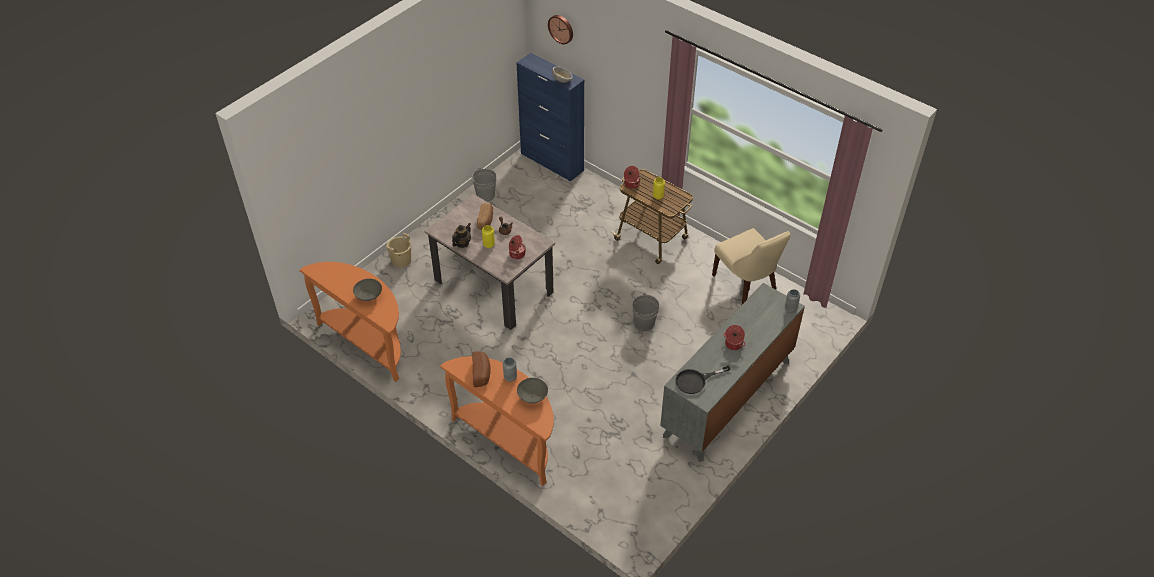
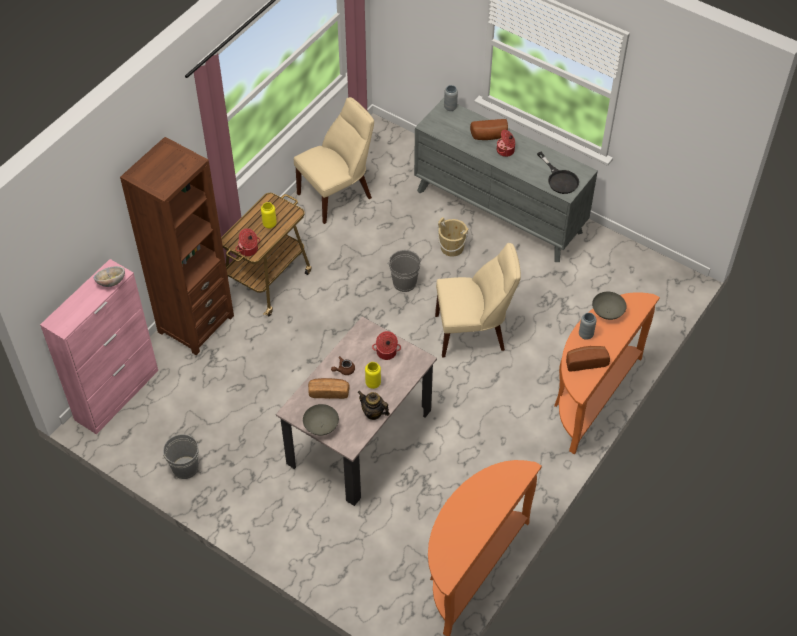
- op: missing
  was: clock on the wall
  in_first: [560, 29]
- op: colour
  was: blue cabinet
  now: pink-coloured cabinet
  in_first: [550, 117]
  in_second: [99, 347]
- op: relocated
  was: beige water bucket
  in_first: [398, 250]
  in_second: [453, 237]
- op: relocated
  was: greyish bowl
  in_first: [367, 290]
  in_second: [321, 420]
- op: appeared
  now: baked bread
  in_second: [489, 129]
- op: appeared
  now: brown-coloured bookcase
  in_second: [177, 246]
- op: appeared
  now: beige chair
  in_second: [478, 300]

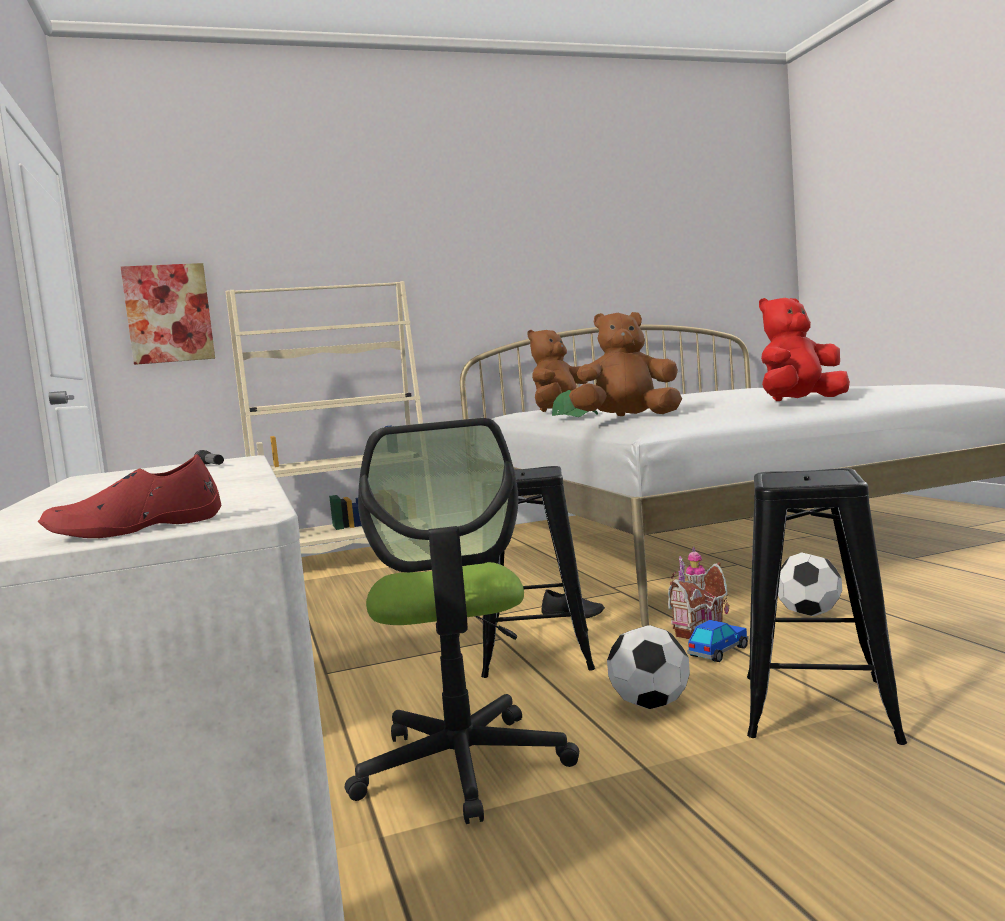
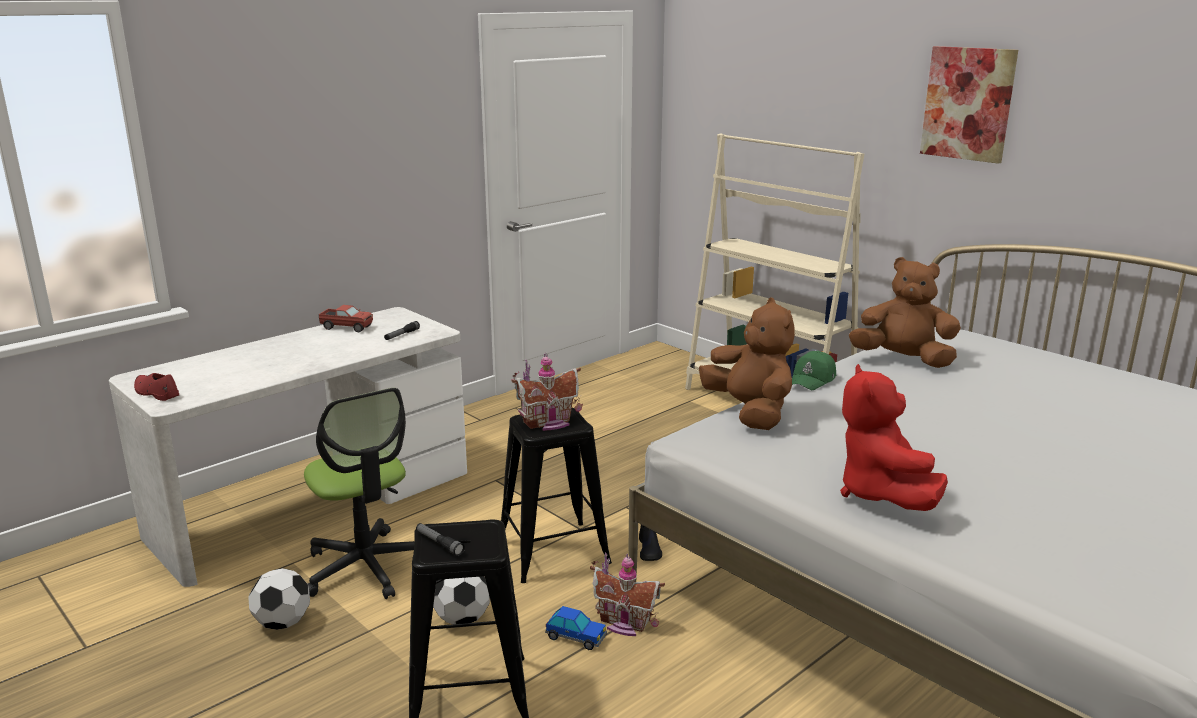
- op: relocated
  was: wall art
  in_first: [168, 314]
  in_second: [969, 105]
- op: spun
  was: red-coloured cuddly toy
  in_first: [804, 349]
  in_second: [894, 437]
  clockwise: -135
- op: spun
  was: computer chair
  in_first: [462, 621]
  in_second: [359, 493]
  clockwise: -90
- op: relocated
  was: football ball
  in_first: [810, 584]
  in_second: [279, 599]
- op: appeared
  now: toy truck
  in_second: [346, 318]
- op: appeared
  now: miniature house
  in_second: [546, 391]
- op: appeared
  now: flashlight
  in_second: [440, 539]

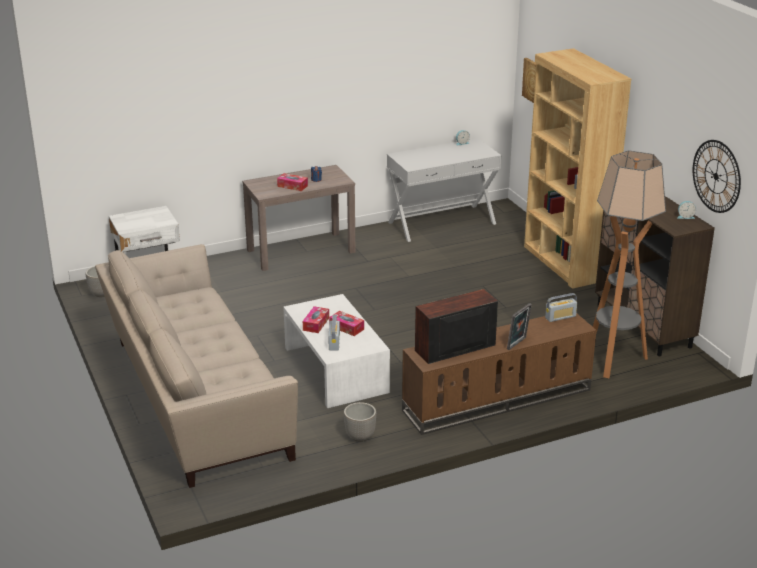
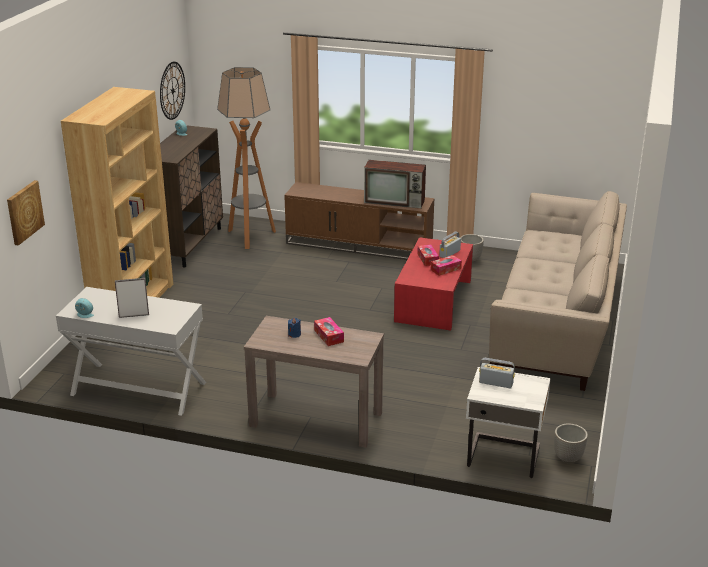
- op: relocated
  was: radio
  in_first: [561, 307]
  in_second: [497, 373]
- op: colour
  was: white lounge table
  now: red-coloured lounge table
  in_first: [336, 351]
  in_second: [433, 284]
- op: relocated
  was: photo frame
  in_first: [519, 326]
  in_second: [132, 298]

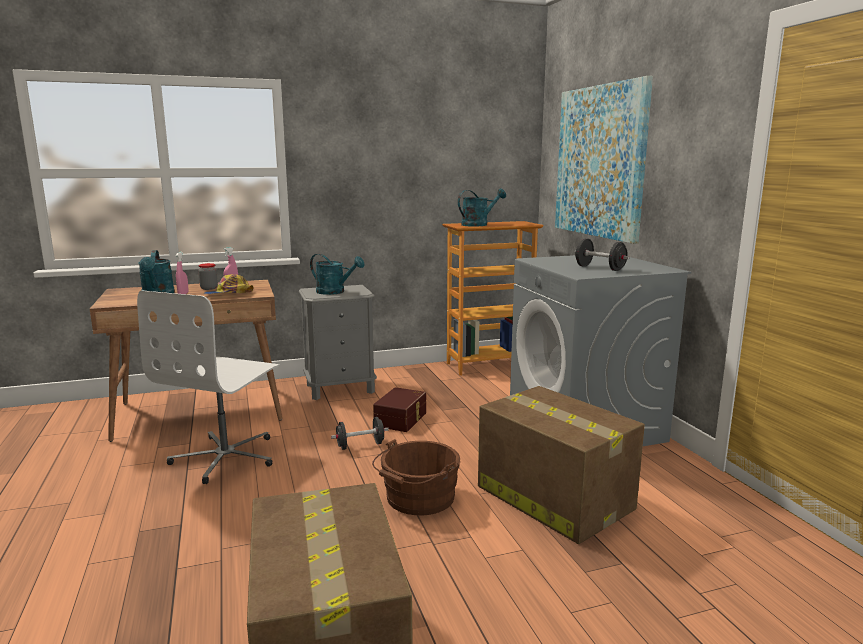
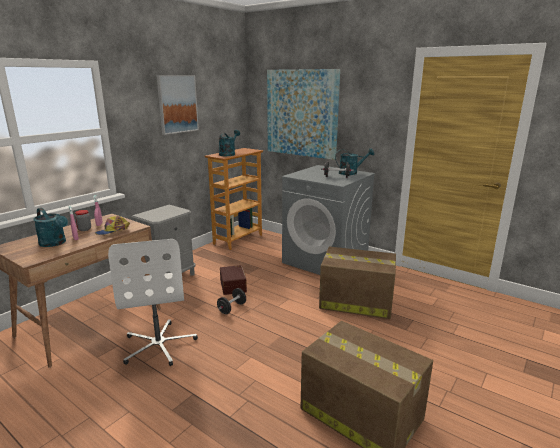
- op: relocated
  was: turquoise-coloured watering can
  in_first: [337, 274]
  in_second: [354, 161]
- op: missing
  was: brown-coloured water bucket
  in_first: [416, 477]
- op: appeared
  now: wall art
  in_second: [177, 105]

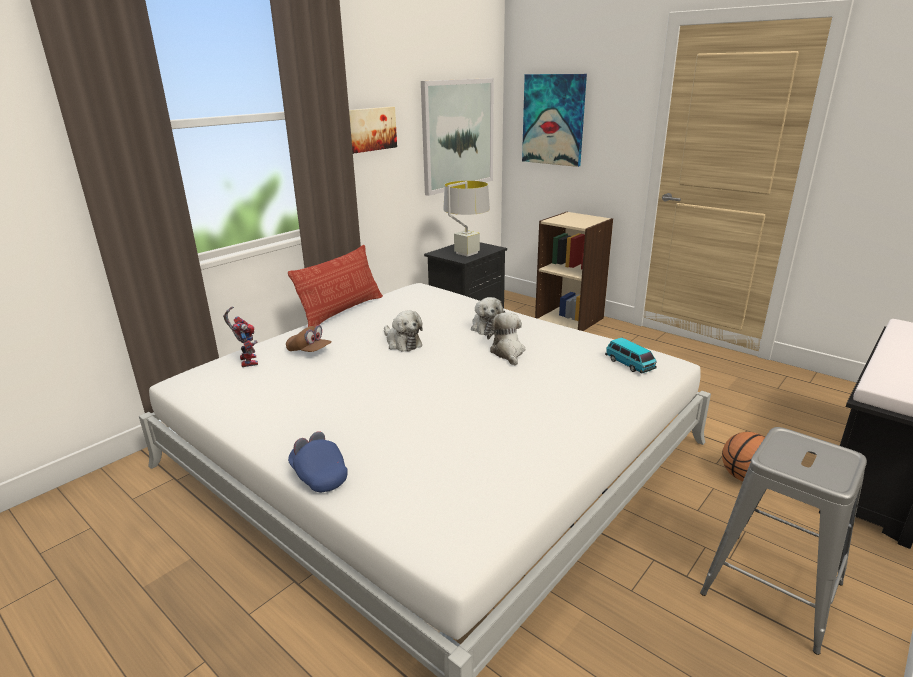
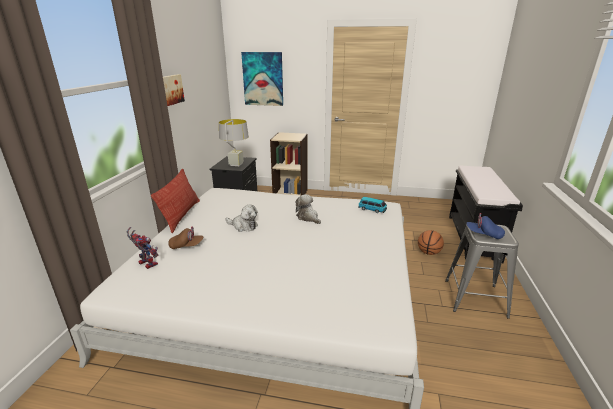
- op: missing
  was: wall art
  in_first: [457, 137]
- op: missing
  was: cuddly toy
  in_first: [488, 316]
- op: relocated
  was: blue cap
  in_first: [318, 461]
  in_second: [485, 226]

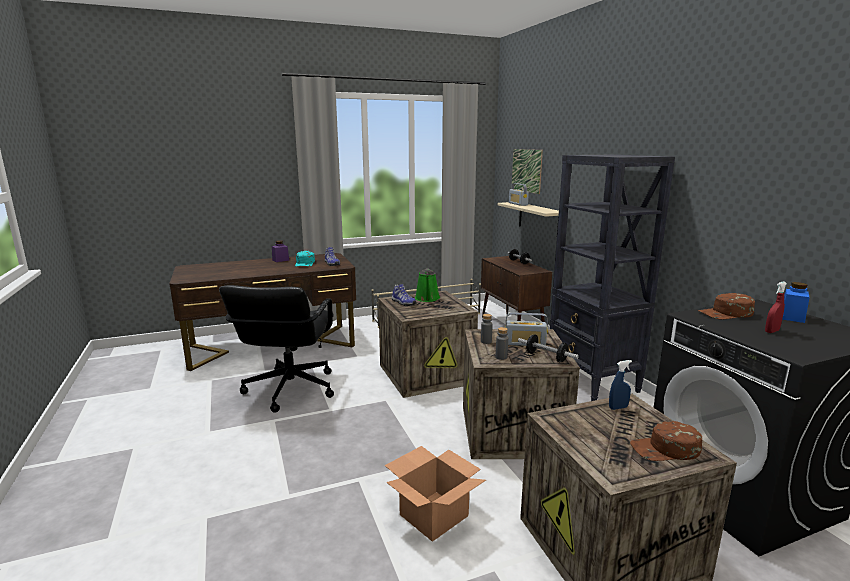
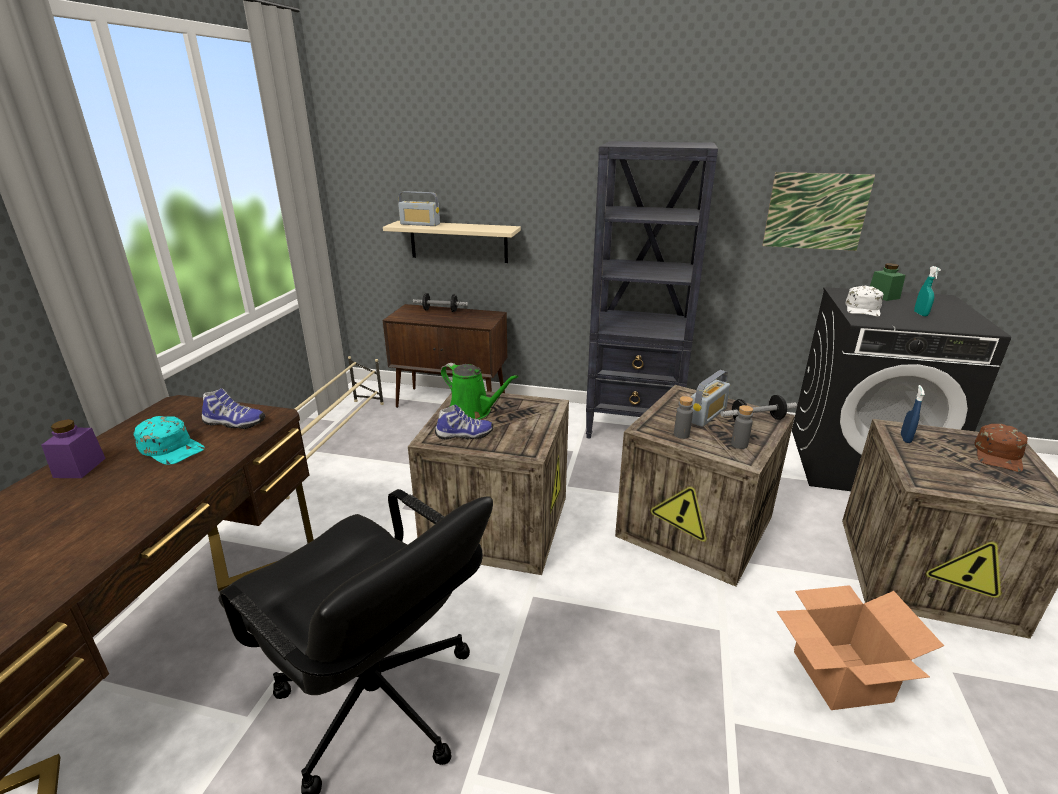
- op: relocated
  was: wall art
  in_first: [527, 171]
  in_second: [818, 211]
- op: colour
  was: red-coloured sprayer
  now: turquoise-coloured sprayer
  in_first: [776, 307]
  in_second: [927, 291]
- op: colour
  was: blue preserve jar
  now: greenish preserve jar
  in_first: [796, 302]
  in_second: [887, 282]
- op: colour
  was: brown-coloured cap
  now: white cap
  in_first: [726, 306]
  in_second: [864, 301]

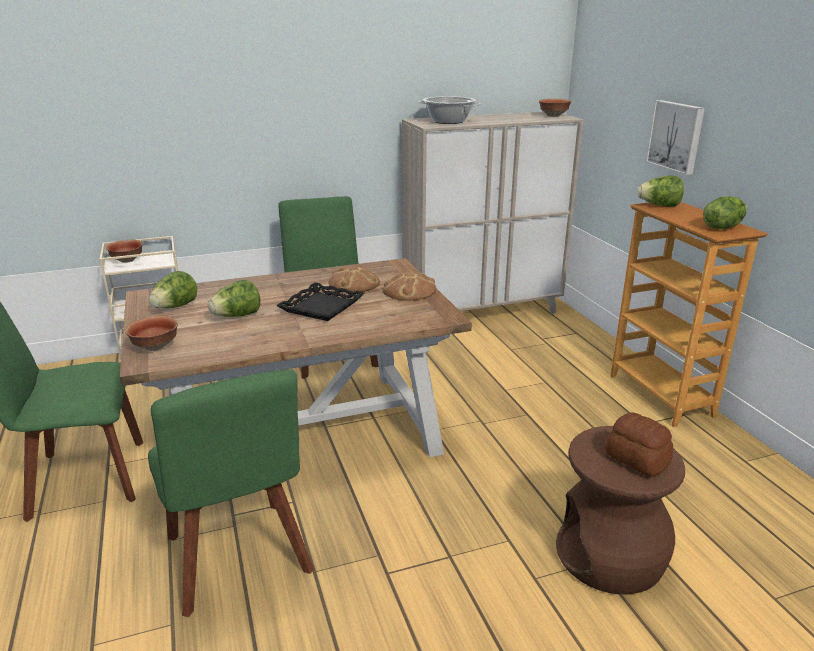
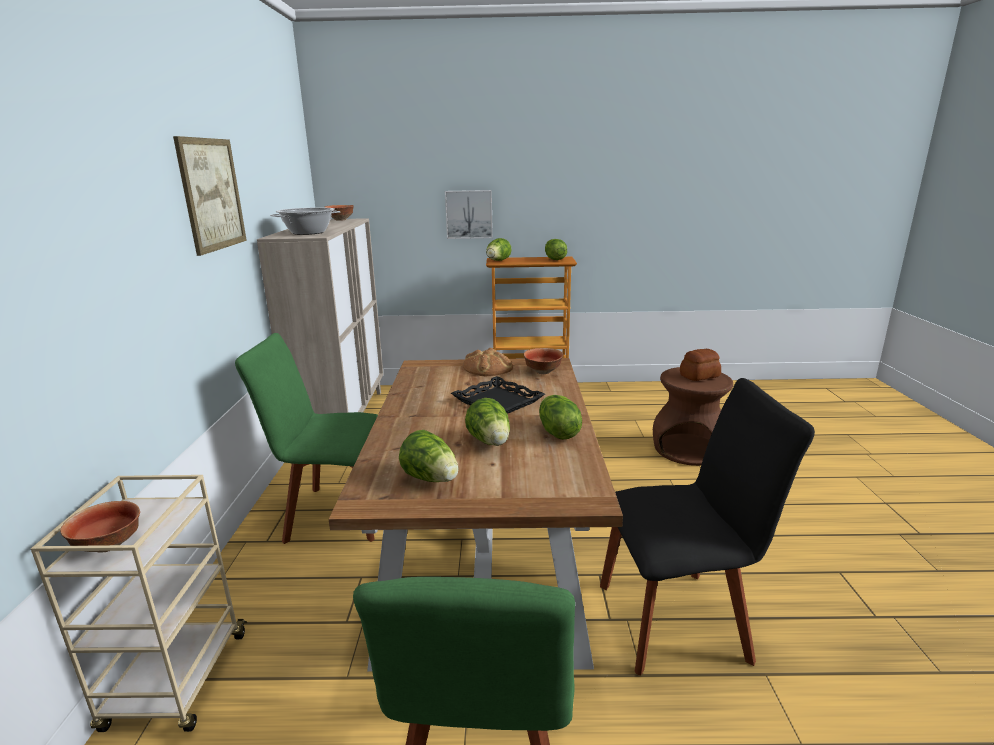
- op: missing
  was: baked bread
  in_first: [354, 278]
- op: relocated
  was: bowl
  in_first: [151, 333]
  in_second: [543, 361]
- op: colour
  was: greenish chair
  now: black chair
  in_first: [231, 493]
  in_second: [707, 526]
- op: appeared
  now: wall art
  in_second: [210, 196]
- op: appeared
  now: head of lettuce
  in_second: [560, 417]

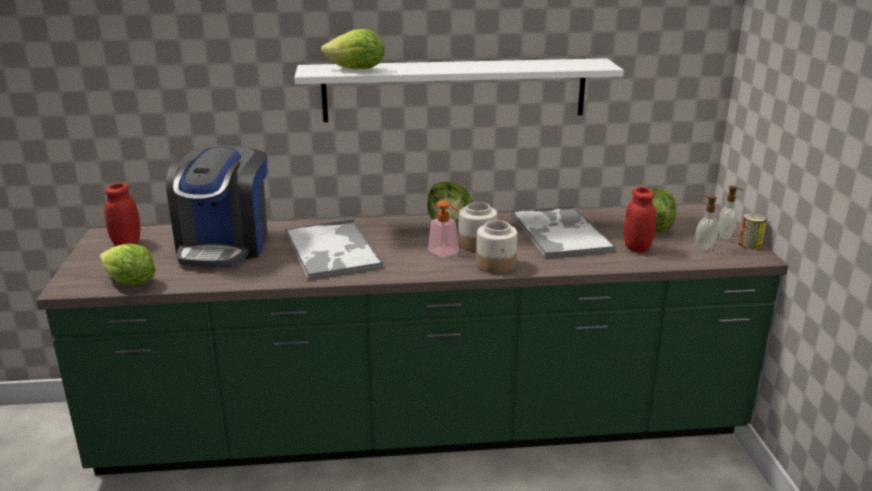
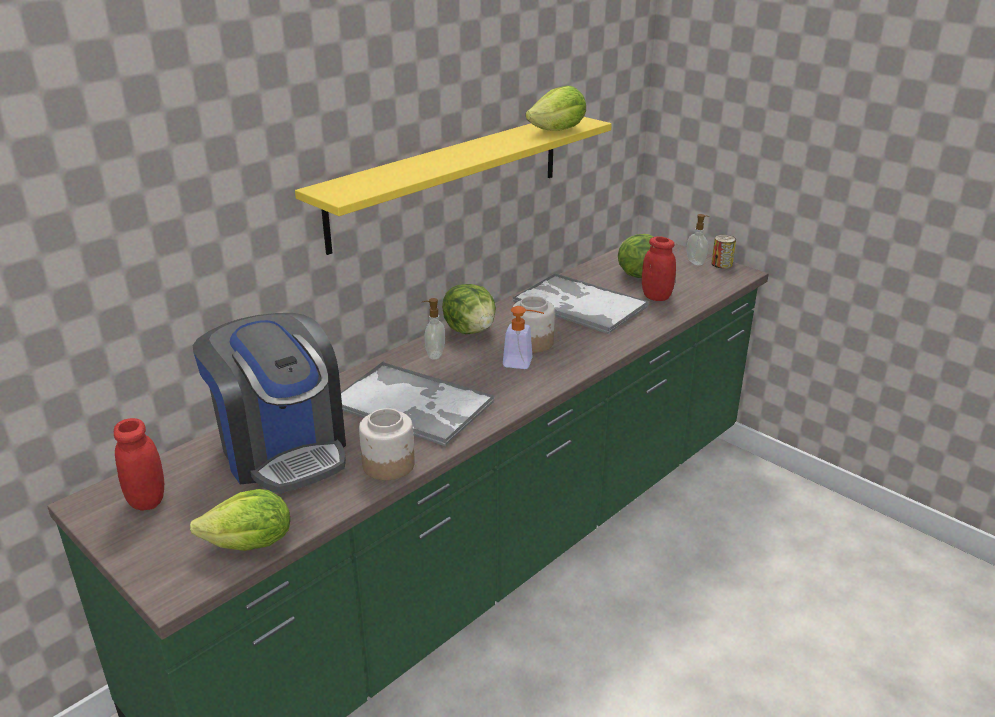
- op: relocated
  was: head of lettuce
  in_first: [352, 49]
  in_second: [556, 108]
- op: colour
  was: white bracket shelf
  now: yellow bracket shelf
  in_first: [459, 90]
  in_second: [453, 186]
- op: relocated
  was: soap bottle
  in_first: [707, 223]
  in_second: [433, 329]
- op: relocated
  was: preserve jar
  in_first: [497, 247]
  in_second: [387, 444]

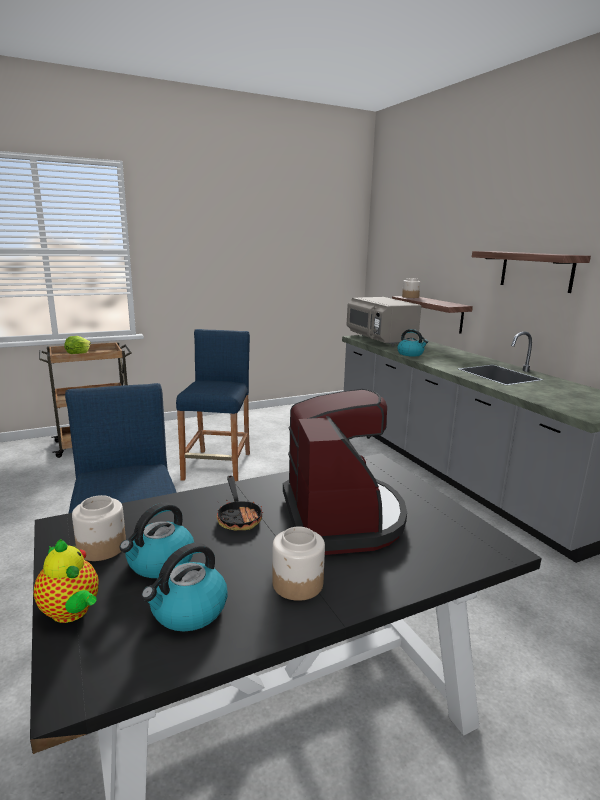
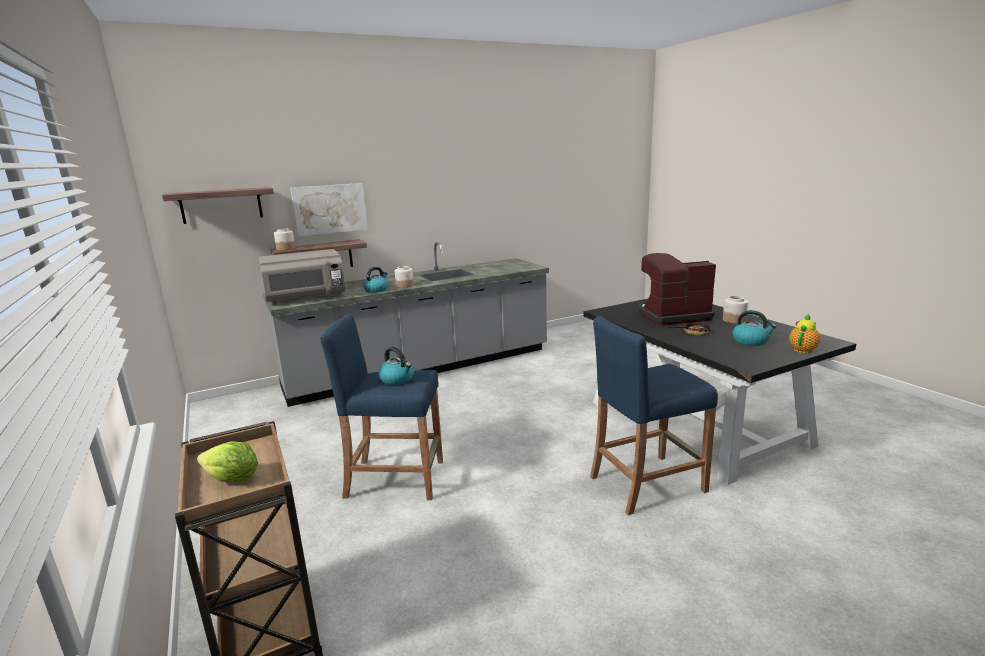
- op: relocated
  was: bracket shelf
  in_first: [531, 272]
  in_second: [218, 205]
- op: relocated
  was: preserve jar
  in_first: [99, 528]
  in_second: [404, 277]
- op: relocated
  was: tea kettle
  in_first: [184, 587]
  in_second: [396, 366]
- op: appeared
  now: wall art
  in_second: [329, 209]

